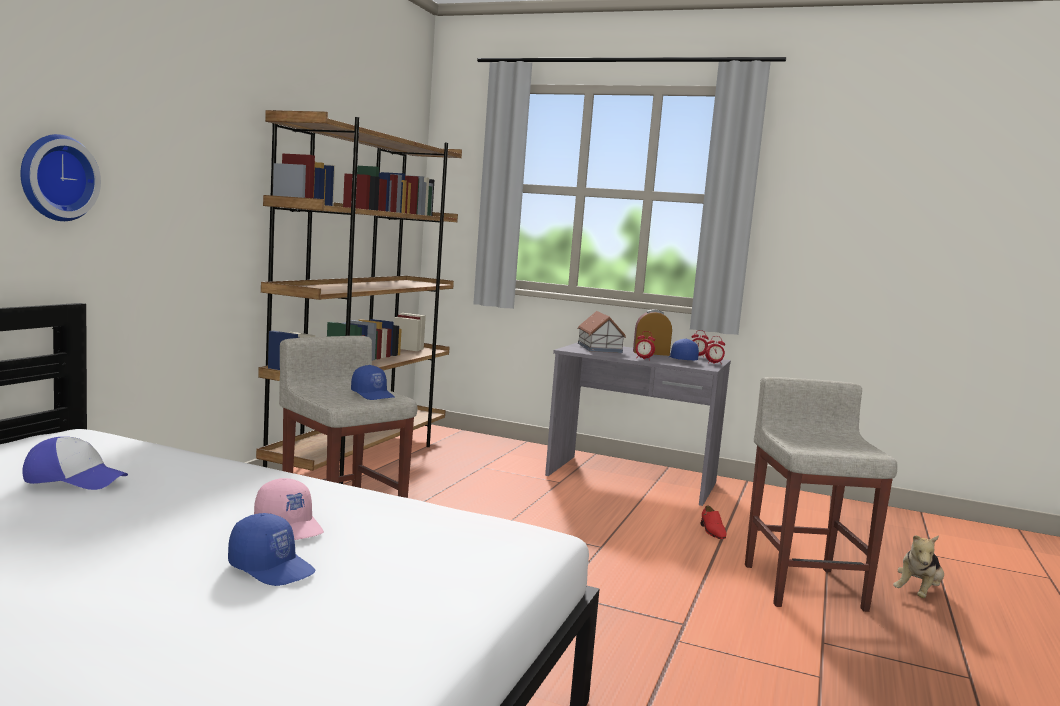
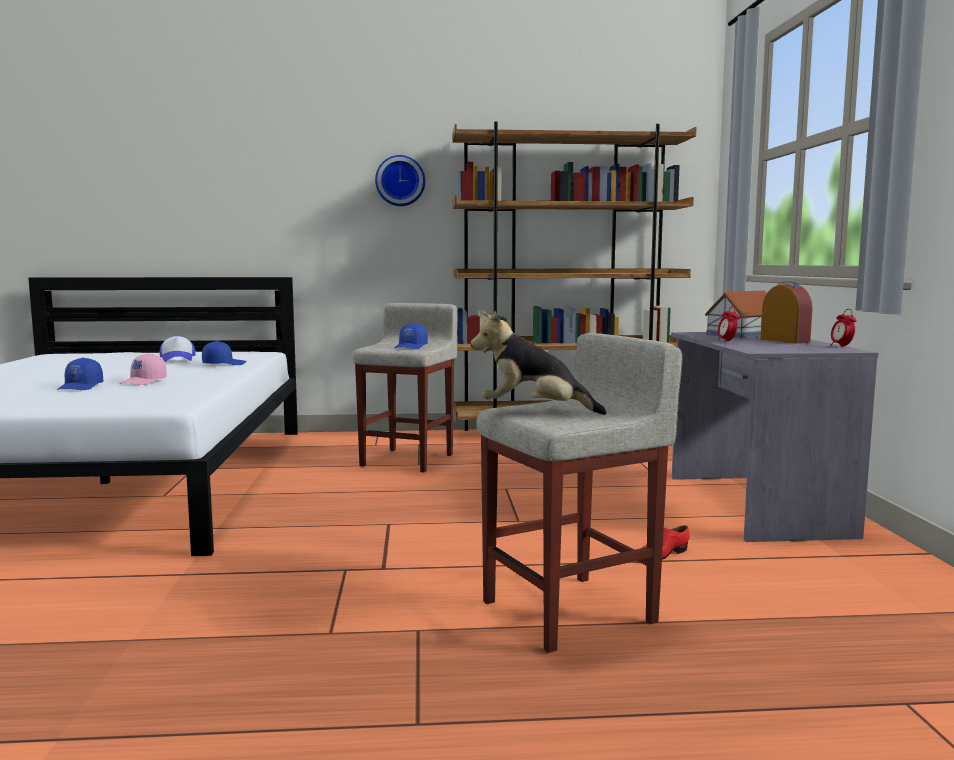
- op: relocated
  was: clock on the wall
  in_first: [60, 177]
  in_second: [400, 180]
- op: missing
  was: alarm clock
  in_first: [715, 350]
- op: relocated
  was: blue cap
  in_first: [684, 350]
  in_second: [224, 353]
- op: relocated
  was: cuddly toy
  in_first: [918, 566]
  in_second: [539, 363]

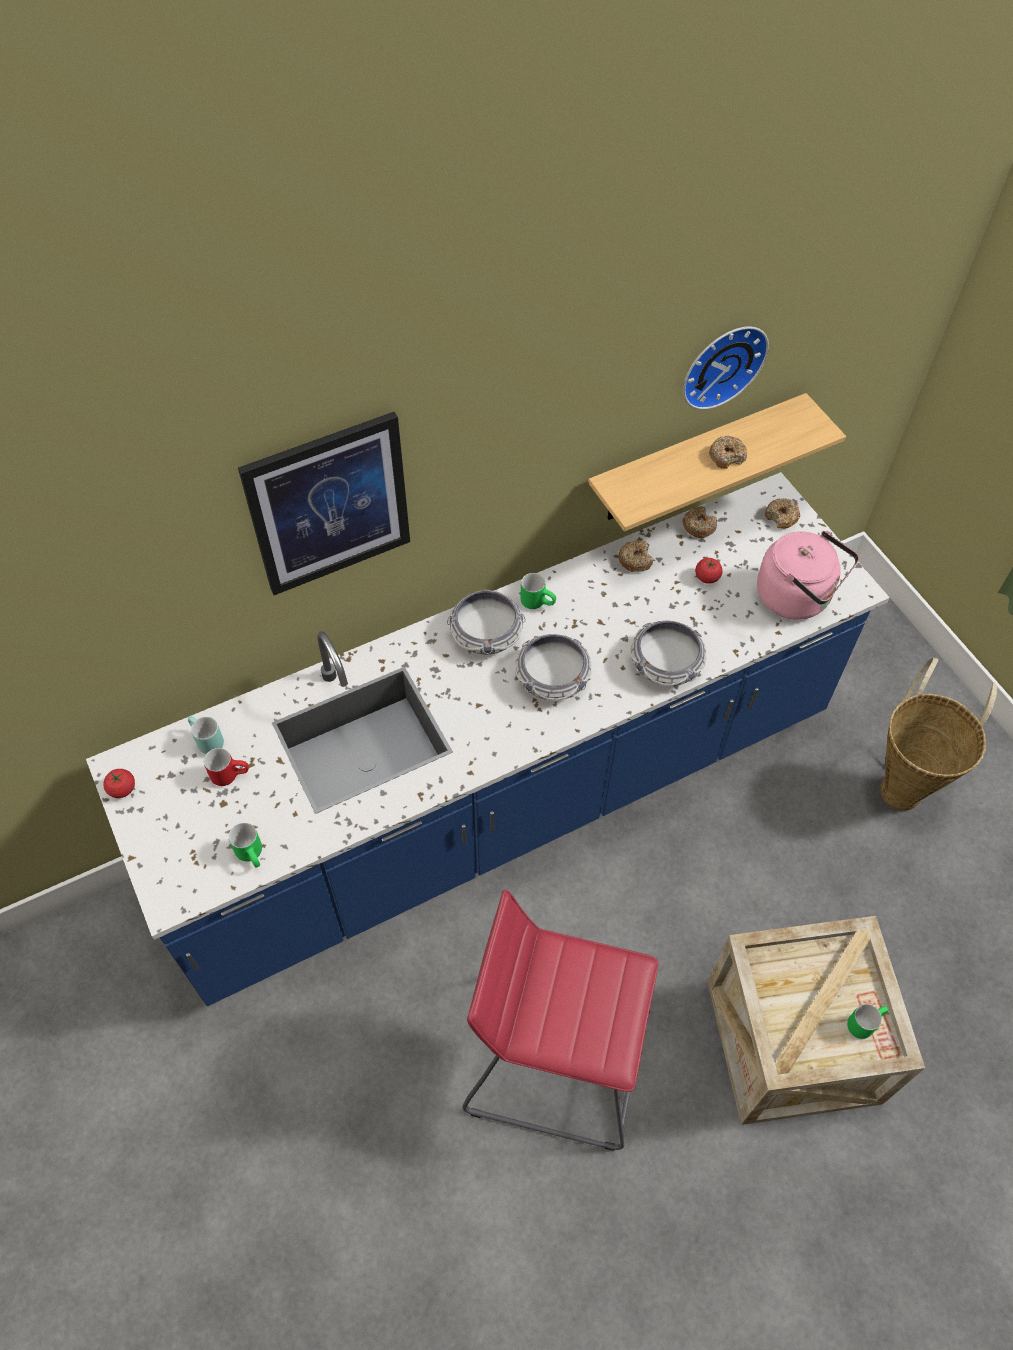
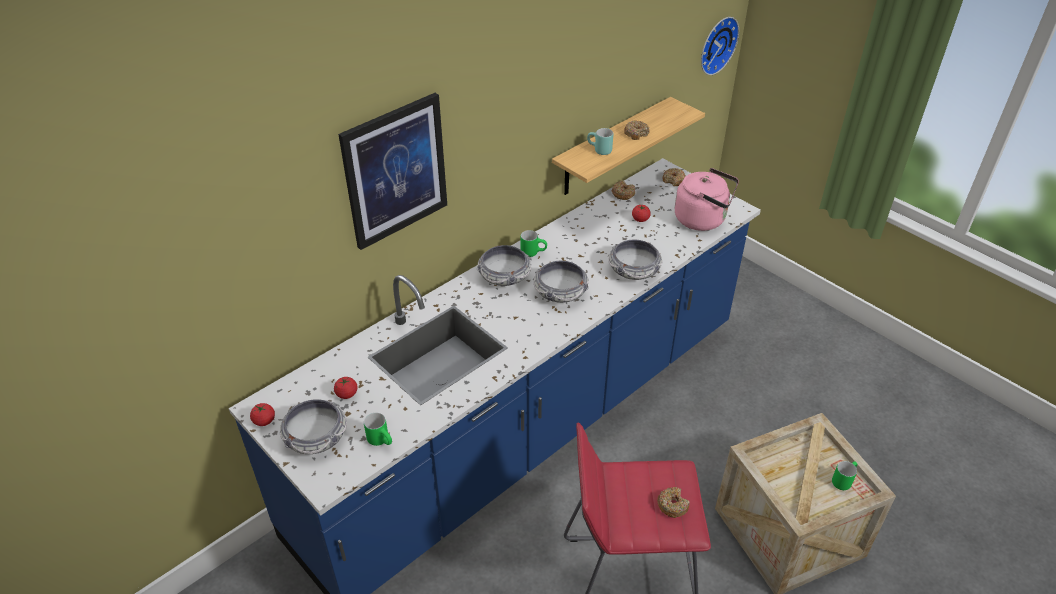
- op: relocated
  was: clock on the wall
  in_first: [726, 368]
  in_second: [720, 46]
- op: relocated
  was: donut
  in_first: [636, 556]
  in_second: [673, 502]
- op: missing
  was: storage basket
  in_first: [939, 734]
- op: relocated
  was: turquoise-coloured coffee mug
  in_first: [206, 735]
  in_second: [600, 141]
- op: exchanged
  was: red-coloured coffee mug
  now: tomato
  in_first: [226, 767]
  in_second: [346, 388]
- op: appeared
  now: bowl
  in_second: [313, 426]

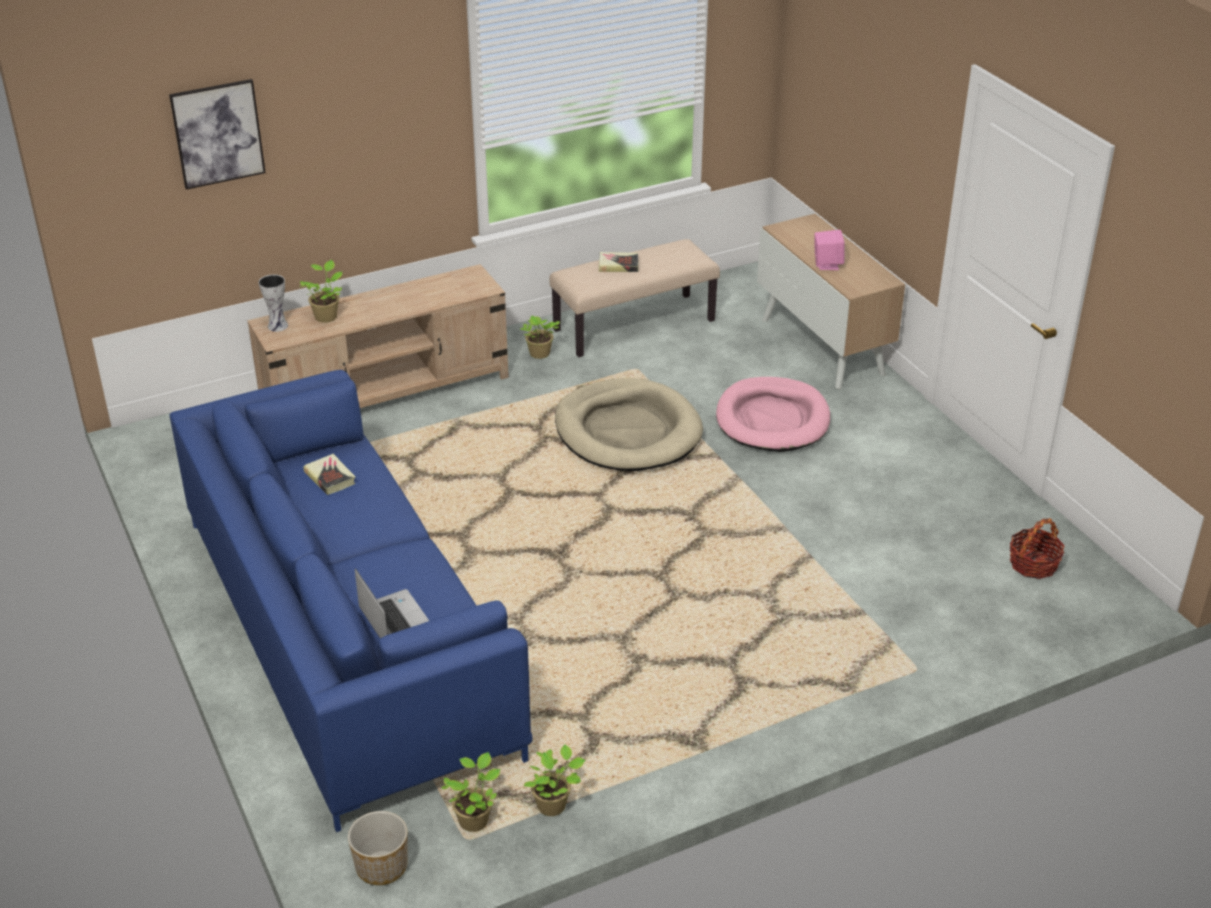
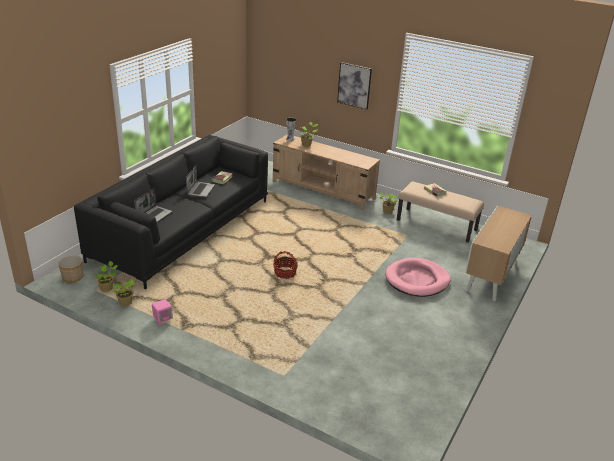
- op: relocated
  was: wall art
  in_first: [217, 134]
  in_second: [354, 86]
- op: relocated
  was: pink-coloured speaker
  in_first: [830, 250]
  in_second: [162, 312]
- op: colour
  was: blue couch
  now: black couch
  in_first: [351, 601]
  in_second: [171, 212]
- op: missing
  was: beige dog cushion
  in_first: [629, 424]
- op: relocated
  was: storage basket
  in_first: [1037, 548]
  in_second: [285, 265]
- op: appeared
  now: laptop
  in_second: [200, 181]

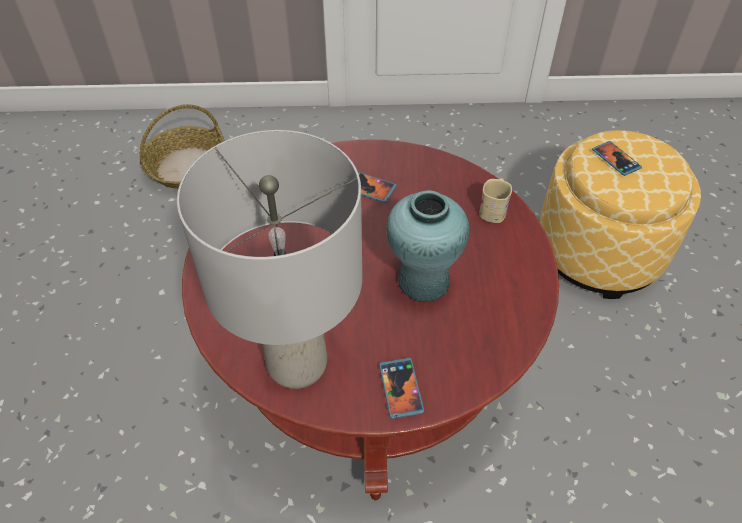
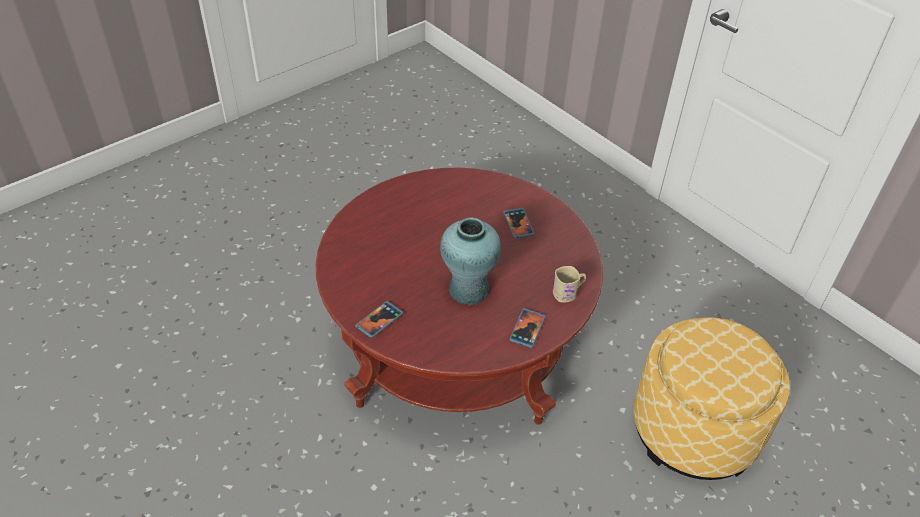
- op: missing
  was: storage basket
  in_first: [182, 146]
- op: missing
  was: greyish lamp for a table
  in_first: [269, 259]
- op: relocated
  was: telephone
  in_first: [617, 158]
  in_second: [527, 328]

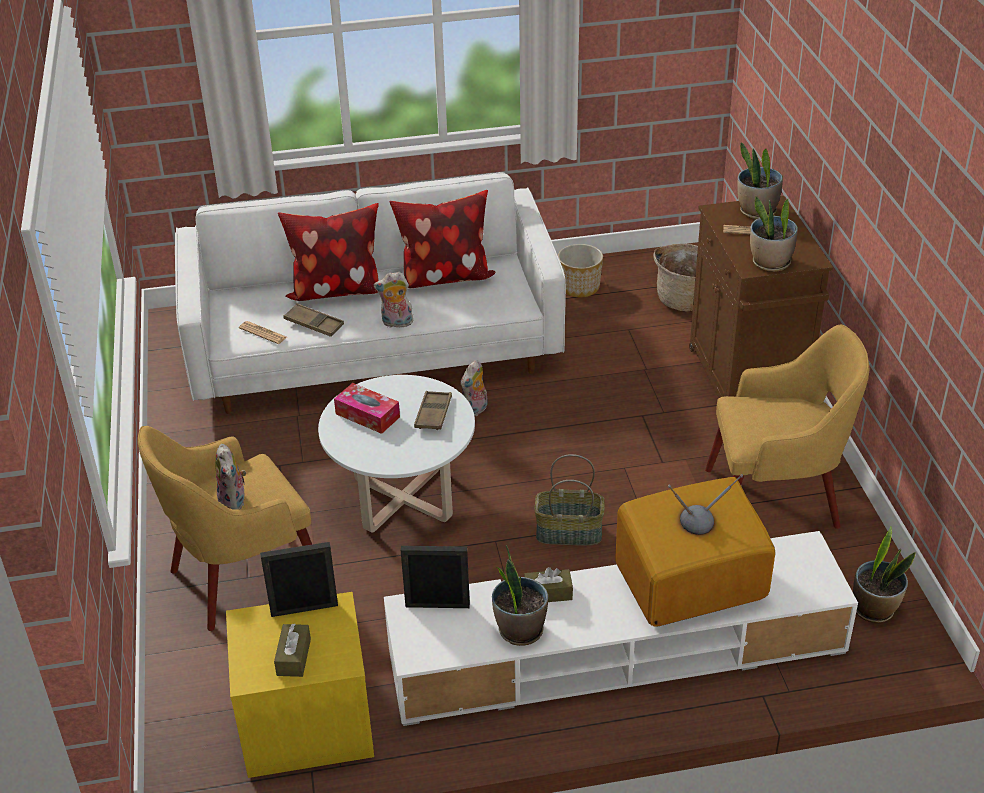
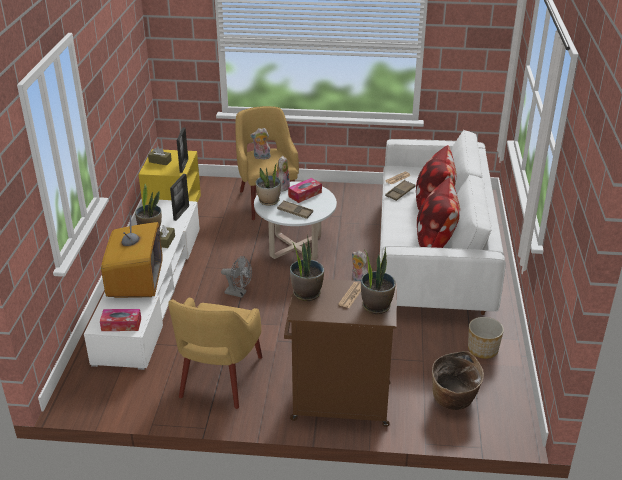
- op: relocated
  was: cuddly toy
  in_first: [393, 300]
  in_second: [283, 173]
- op: exchanged
  was: storage basket
  now: greyish cooling fan
  in_first: [569, 500]
  in_second: [236, 277]
- op: relocated
  was: potted plant
  in_first: [884, 574]
  in_second: [268, 184]
- op: appeared
  now: box of tissues
  in_second: [120, 320]

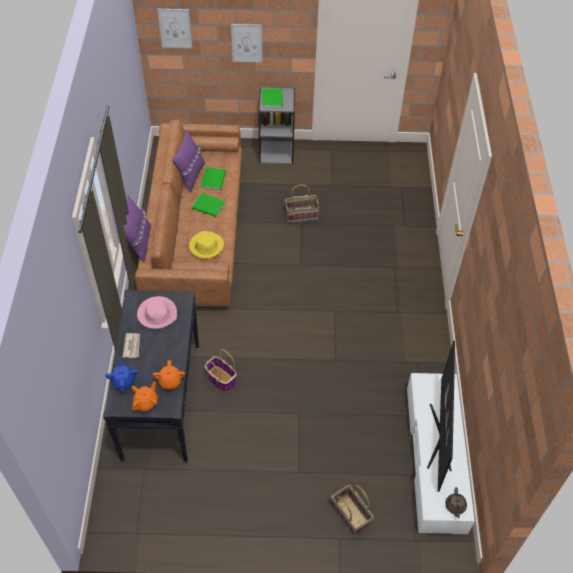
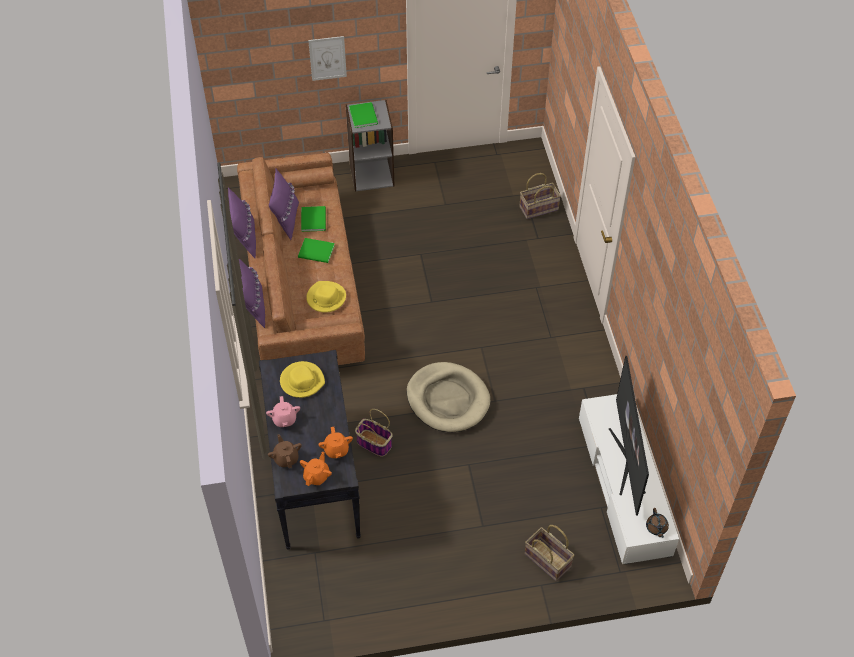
- op: missing
  was: wall art
  in_first: [174, 28]
- op: relocated
  was: storage basket
  in_first: [302, 203]
  in_second: [540, 196]
- op: colour
  was: pink-coloured wearable hat
  now: yellow wearable hat
  in_first: [157, 312]
  in_second: [302, 379]
- op: exchanged
  was: newspaper
  now: pink-coloured tea pot
  in_first: [131, 345]
  in_second: [283, 411]
- op: colour
  was: blue tea pot
  now: brown-coloured tea pot
  in_first: [121, 375]
  in_second: [285, 451]
- op: appeared
  now: purplish throw pillow
  in_second: [242, 223]
- op: appeared
  now: beige dog cushion
  in_second: [448, 397]

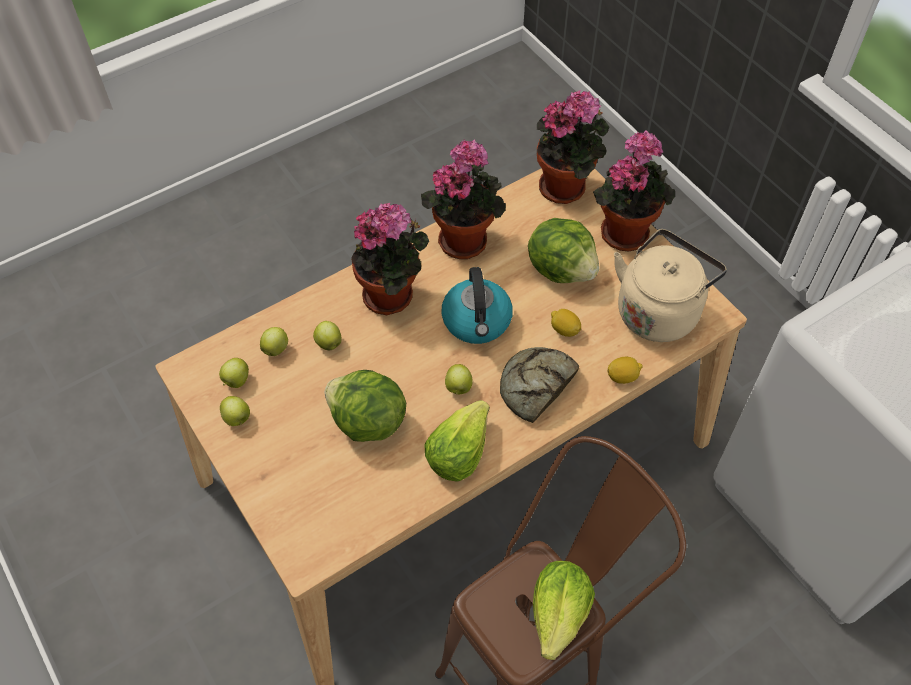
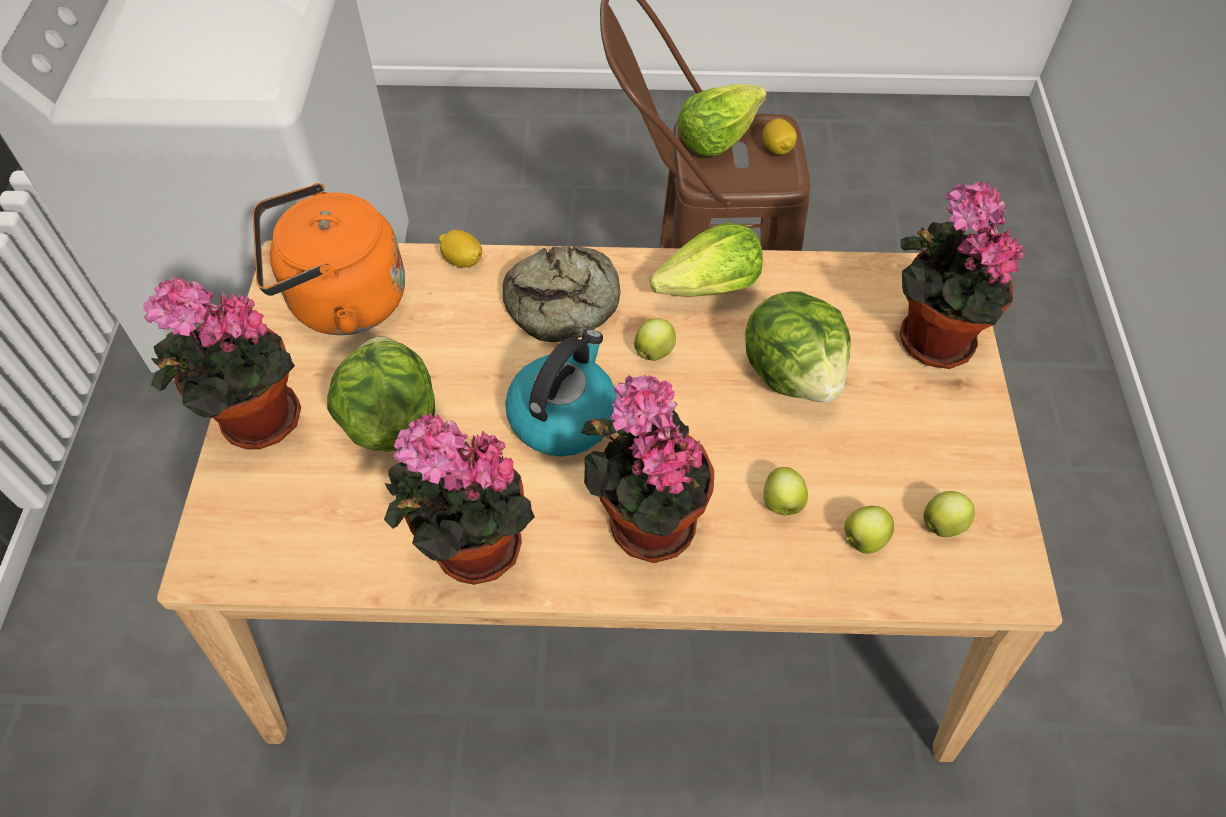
- op: relocated
  was: potted plant
  in_first: [573, 147]
  in_second: [962, 275]
- op: colour
  was: beige tea kettle
  now: orange-coloured tea kettle
  in_first: [670, 285]
  in_second: [329, 259]
- op: relocated
  was: lemon
  in_first: [566, 323]
  in_second: [780, 137]
- op: missing
  was: apple fruit
  in_first: [235, 411]

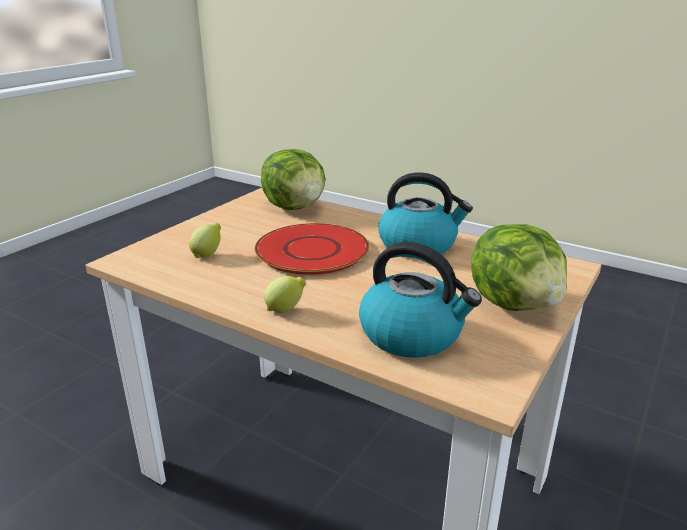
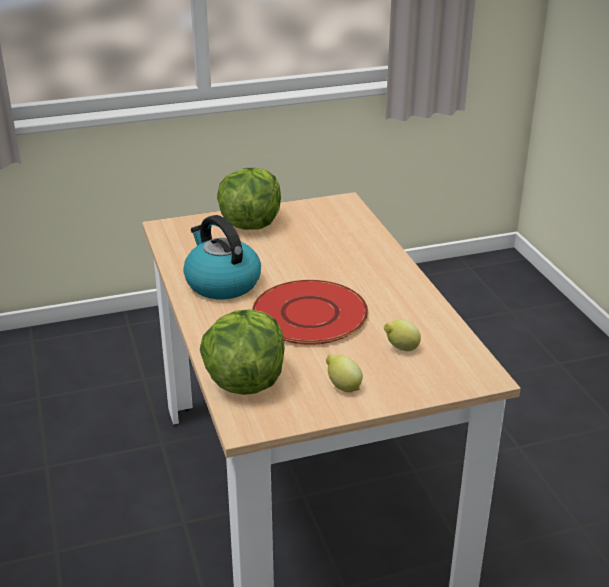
- op: missing
  was: tea kettle
  in_first: [420, 300]
- op: relocated
  was: lemon
  in_first: [285, 294]
  in_second: [344, 373]

